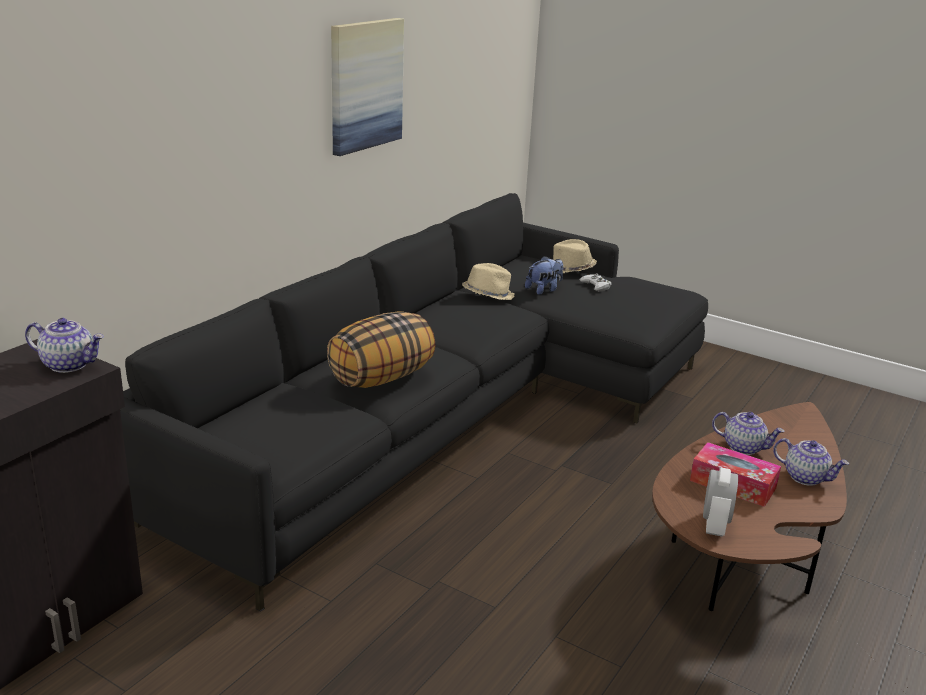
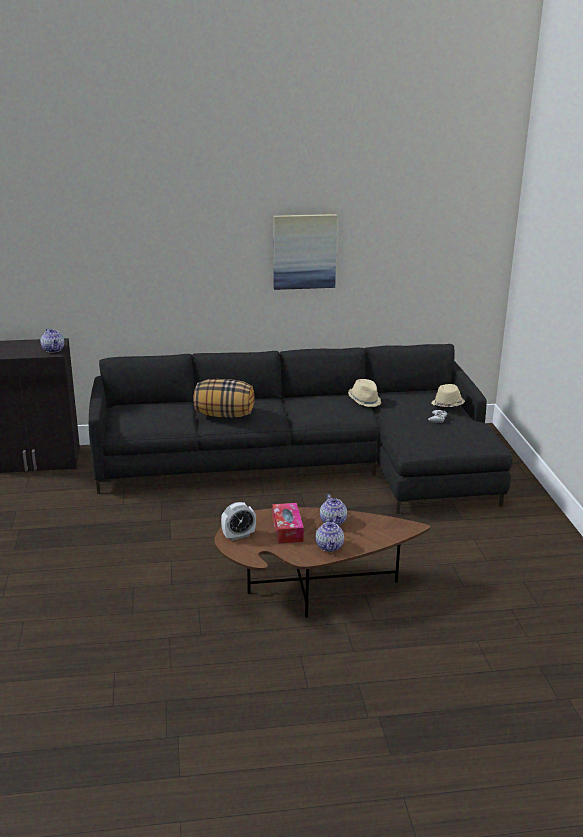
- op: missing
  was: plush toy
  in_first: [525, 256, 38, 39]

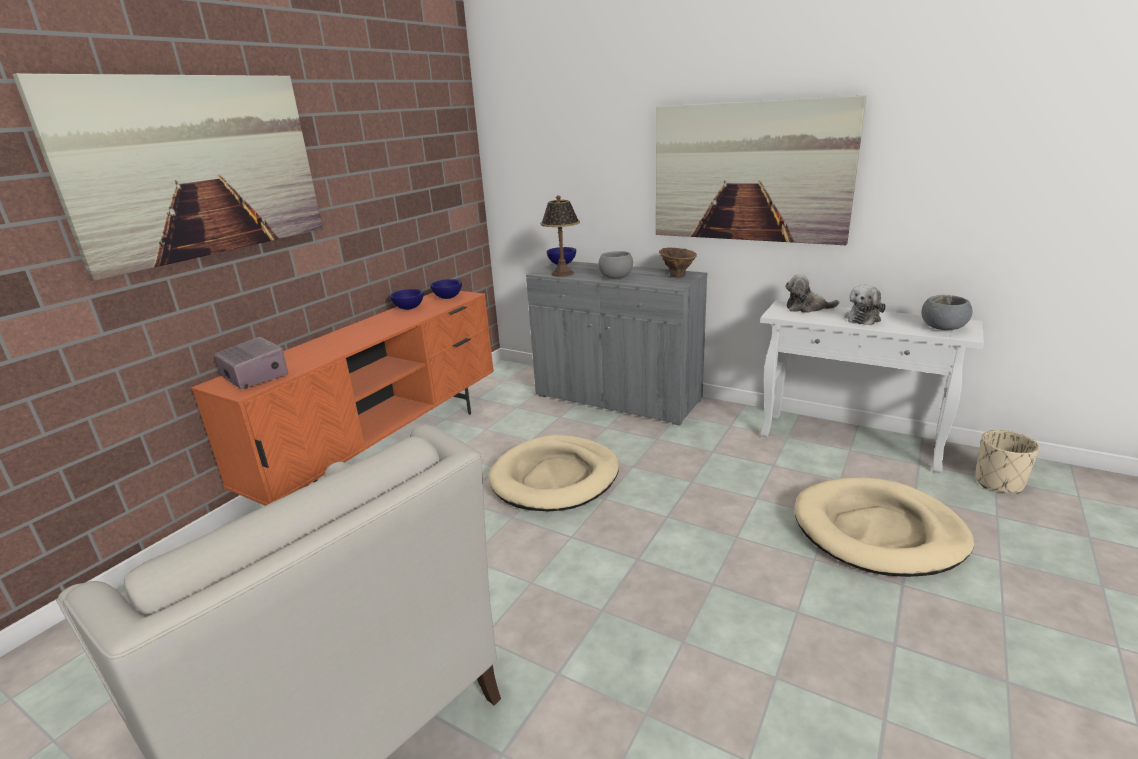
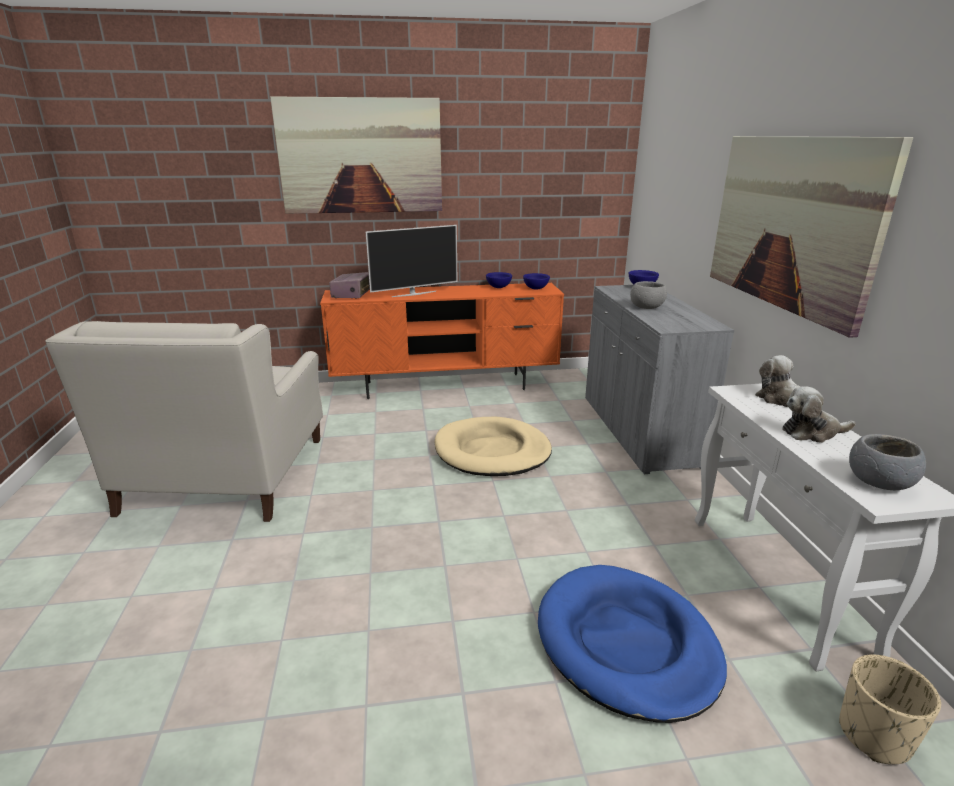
- op: missing
  was: table lamp
  in_first: [540, 195, 40, 82]
- op: missing
  was: vase/brown
  in_first: [659, 248, 38, 29]
- op: colour
  was: dog bed/beige
  now: dog bed/blue
  in_first: [795, 477, 179, 100]
  in_second: [538, 565, 189, 158]
- op: appeared
  now: television
  in_second: [365, 225, 93, 72]

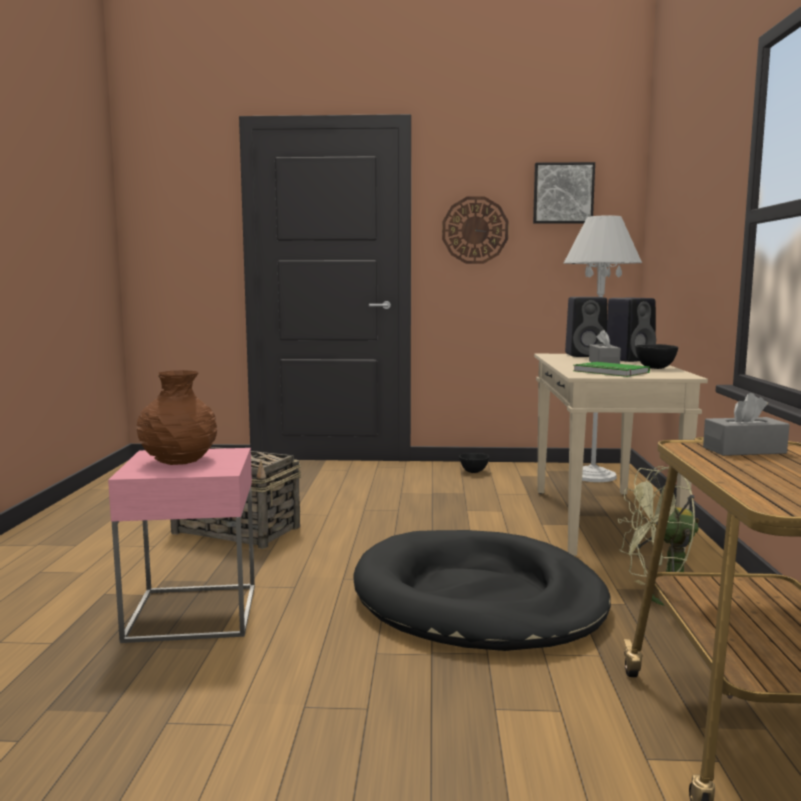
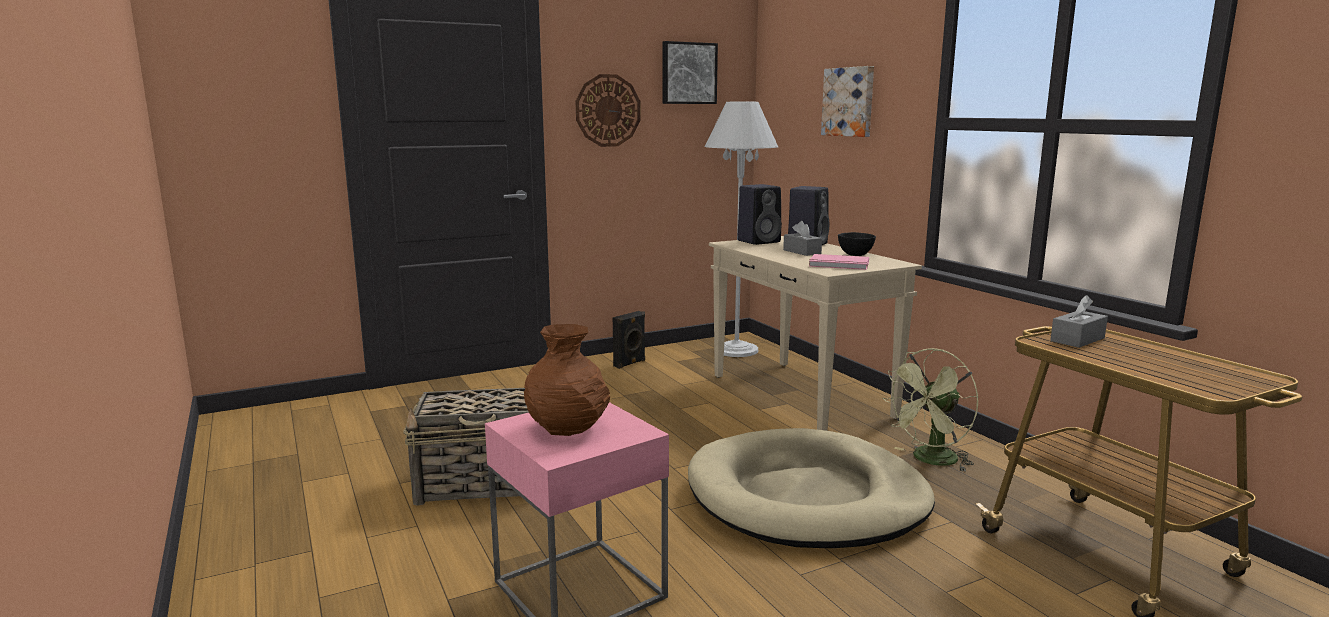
- op: colour
  was: book/green
  now: book/pink
  in_first: [573, 362, 77, 15]
  in_second: [809, 254, 60, 16]
- op: exchanged
  was: bowl/black
  now: speaker/black
  in_first: [459, 453, 30, 20]
  in_second: [613, 311, 32, 58]
- op: colour
  was: dog bed/black
  now: dog bed/beige
  in_first: [353, 530, 258, 121]
  in_second: [688, 428, 247, 120]
- op: appeared
  now: picture
  in_second: [821, 66, 53, 71]

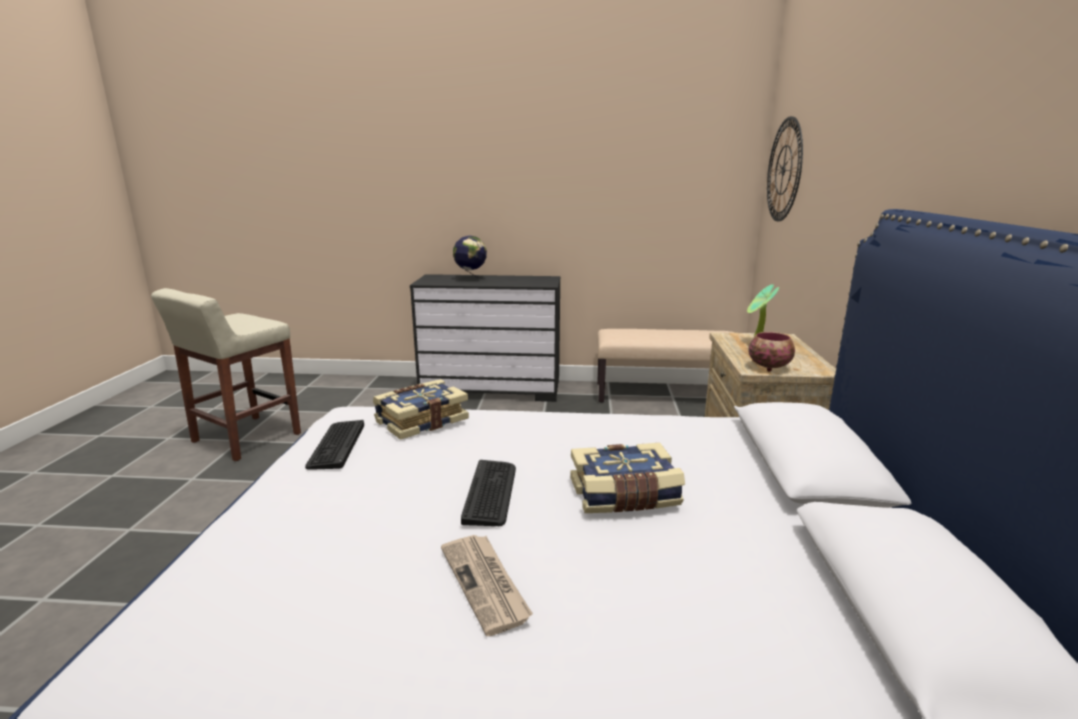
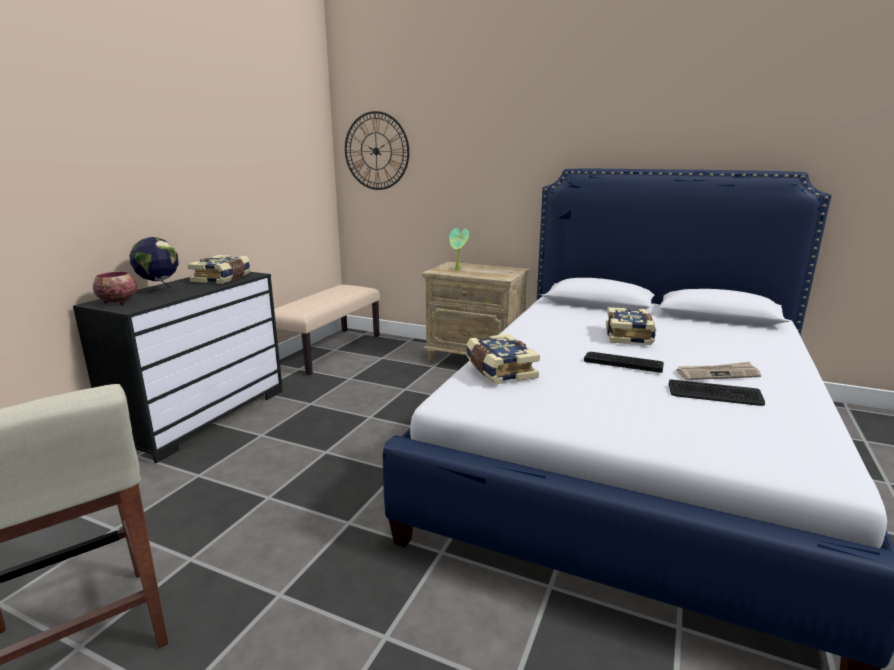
- op: relocated
  was: bowl
  in_first: [748, 332, 47, 40]
  in_second: [93, 271, 44, 34]
- op: relocated
  was: keyboard
  in_first: [305, 420, 59, 50]
  in_second: [669, 380, 96, 26]
- op: appeared
  now: book
  in_second: [188, 255, 63, 29]

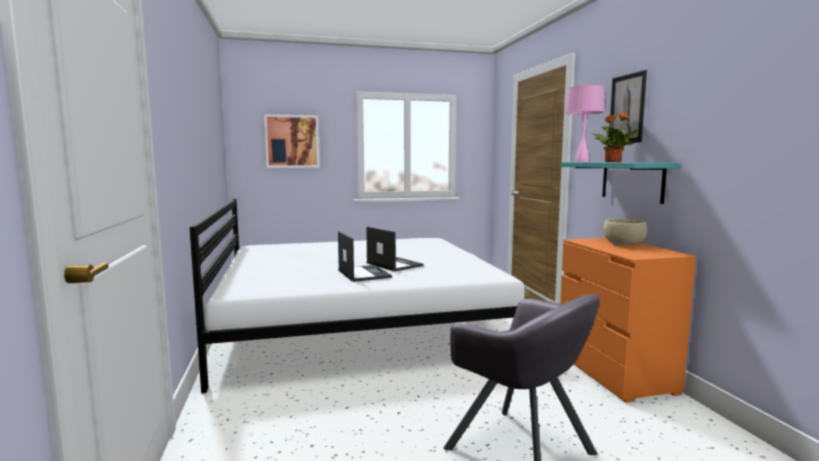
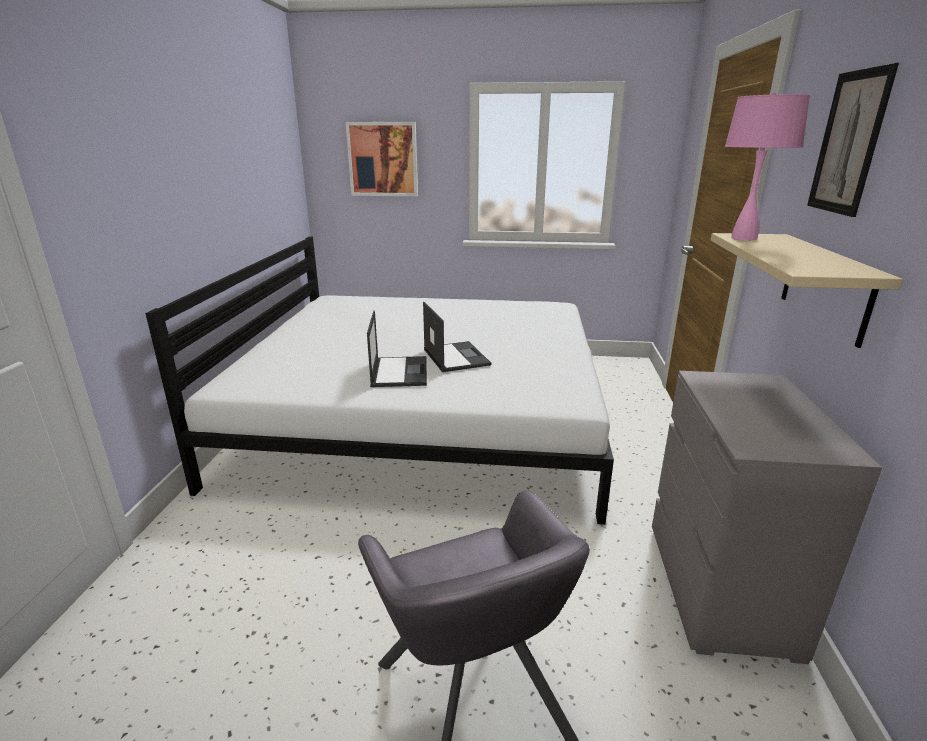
- op: missing
  was: potted plant
  in_first: [592, 112, 46, 50]
- op: colour
  was: shelf/turquoise
  now: shelf/beige
  in_first: [561, 162, 118, 42]
  in_second: [711, 233, 192, 115]
- op: missing
  was: bowl/beige
  in_first: [603, 218, 44, 28]
- op: colour
  was: dresser/orange
  now: dresser/grey
  in_first: [560, 238, 136, 165]
  in_second: [652, 371, 230, 293]

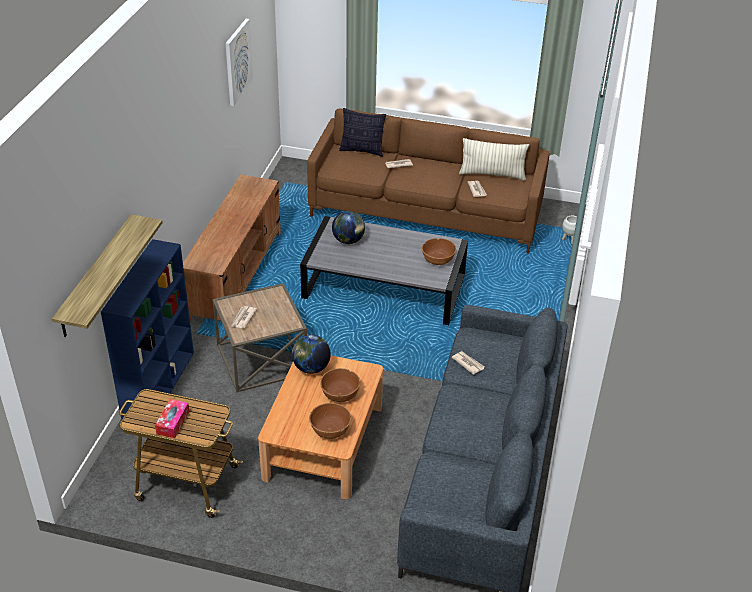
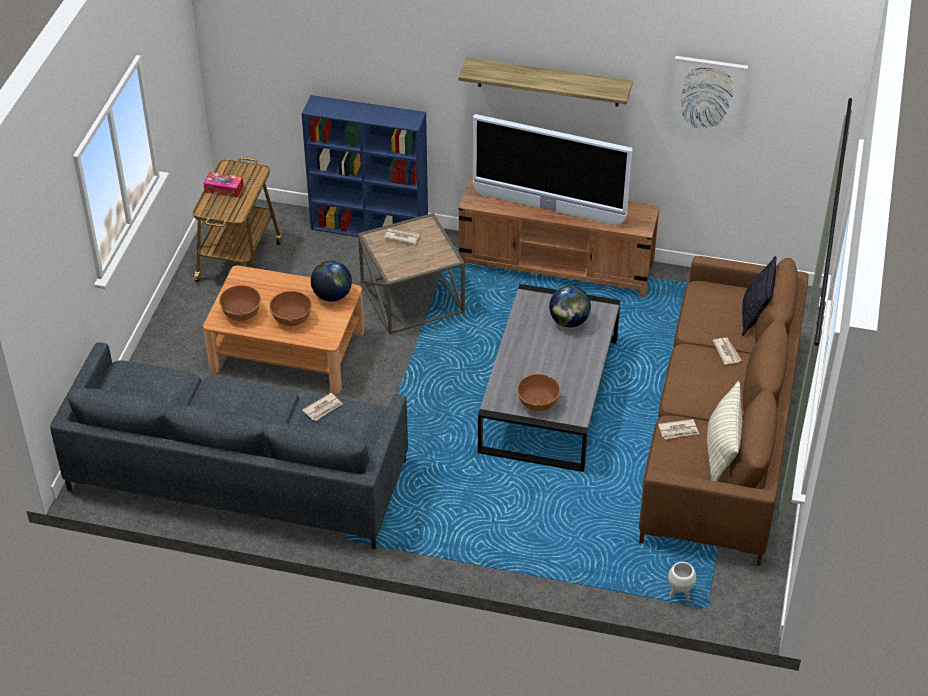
- op: relocated
  was: shelf
  in_first: [52, 214, 111, 123]
  in_second: [459, 58, 174, 49]
- op: appeared
  now: television
  in_second: [473, 114, 159, 111]

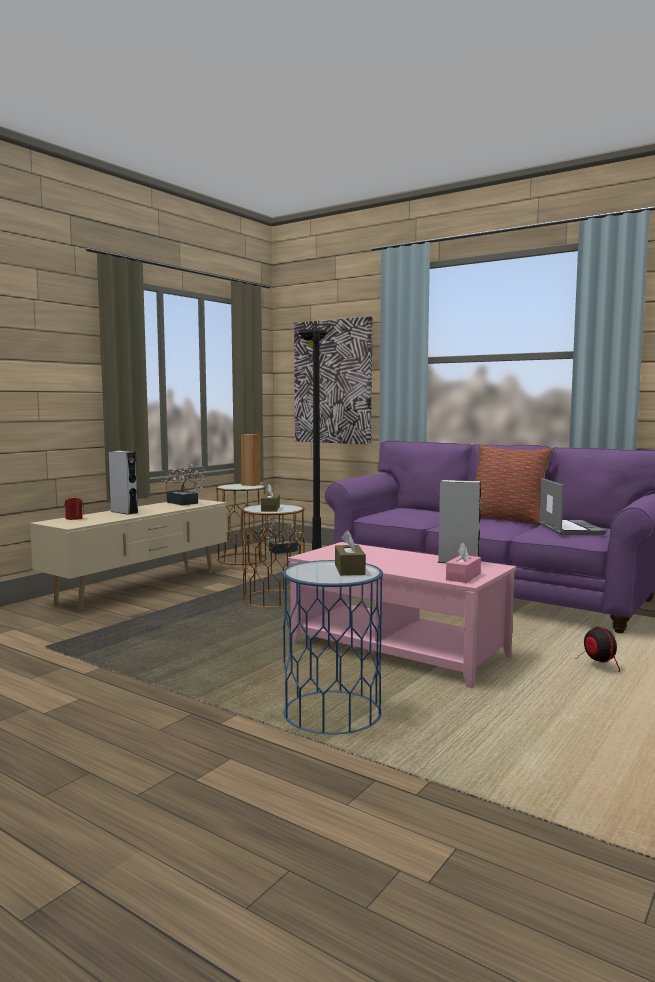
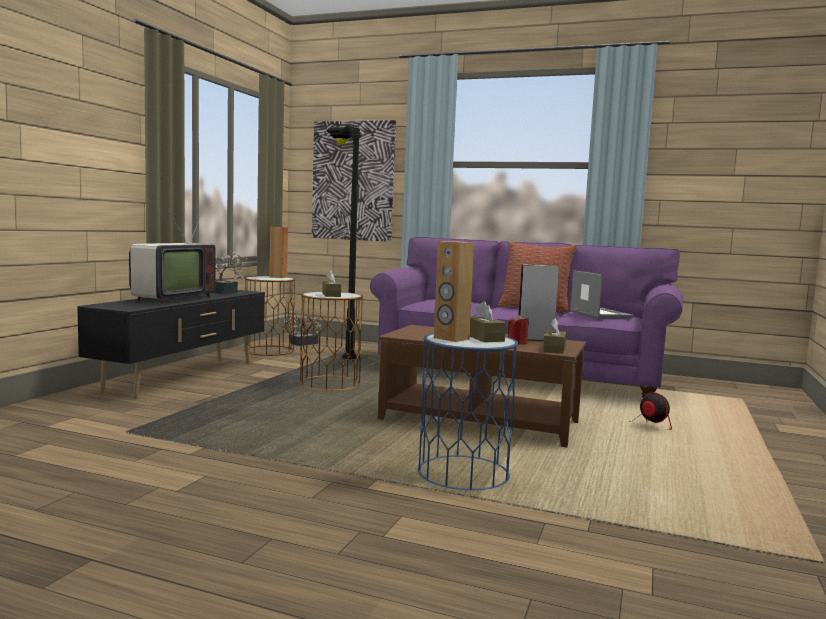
- op: exchanged
  was: speaker/grey
  now: television
  in_first: [109, 451, 29, 64]
  in_second: [129, 205, 87, 98]
- op: relocated
  was: candle/red
  in_first: [65, 495, 18, 25]
  in_second: [508, 315, 21, 30]
- op: colour
  was: tv stand/beige
  now: tv stand/black
  in_first: [30, 499, 197, 112]
  in_second: [77, 290, 188, 108]
- op: colour
  was: coffee table/pink
  now: coffee table/brown
  in_first: [288, 542, 228, 146]
  in_second: [378, 325, 208, 123]
- op: colour
  was: tissue box/pink
  now: tissue box/brown
  in_first: [446, 543, 35, 40]
  in_second: [543, 318, 24, 35]
- op: appeared
  now: speaker/brown
  in_second: [434, 241, 40, 101]

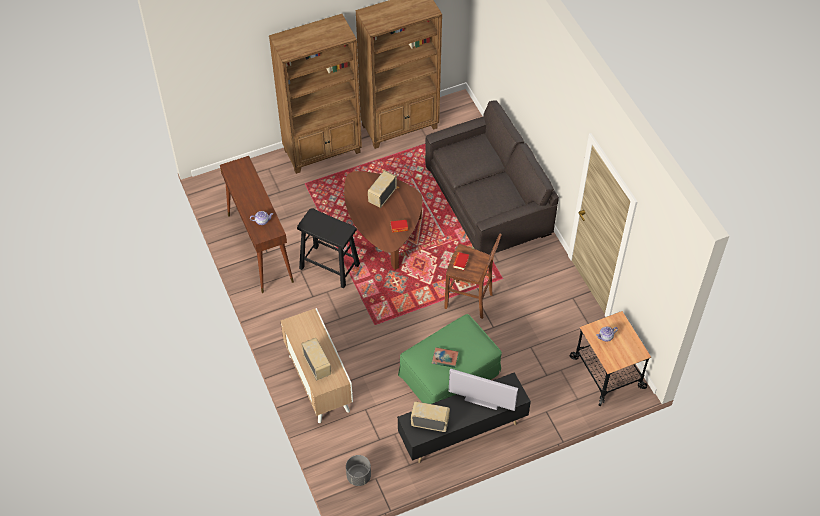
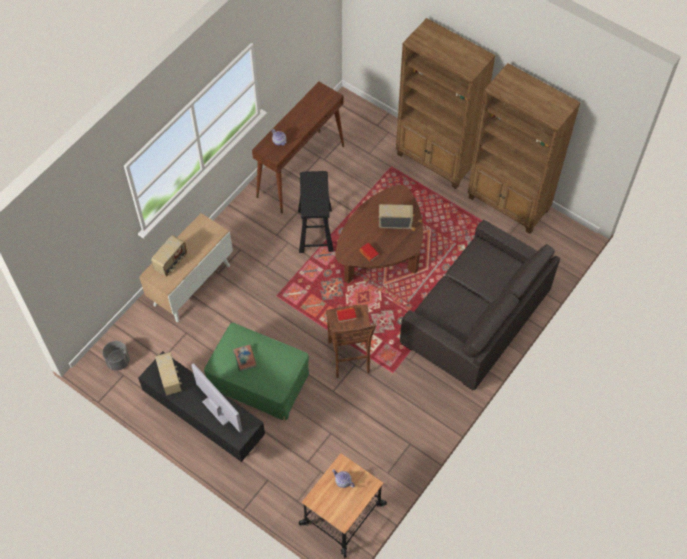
- op: spun
  was: television
  in_first: [449, 369, 69, 42]
  in_second: [191, 363, 51, 69]
  clockwise: 150

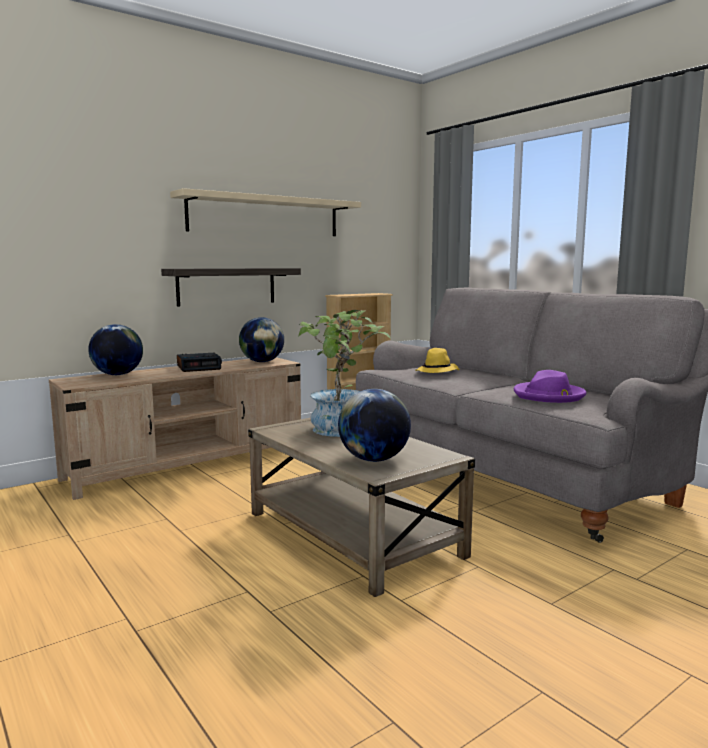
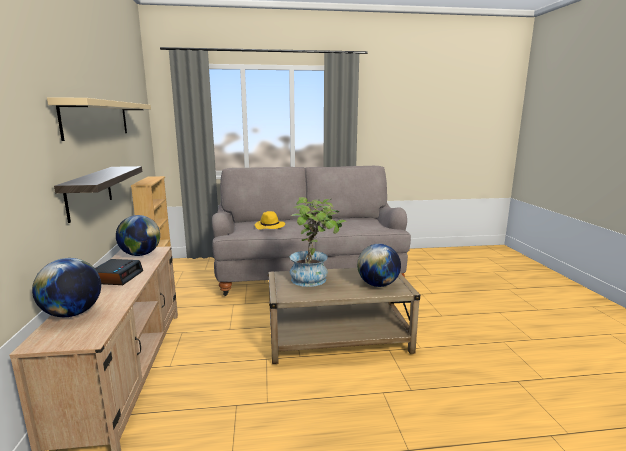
- op: missing
  was: hat/purple
  in_first: [514, 370, 72, 33]

